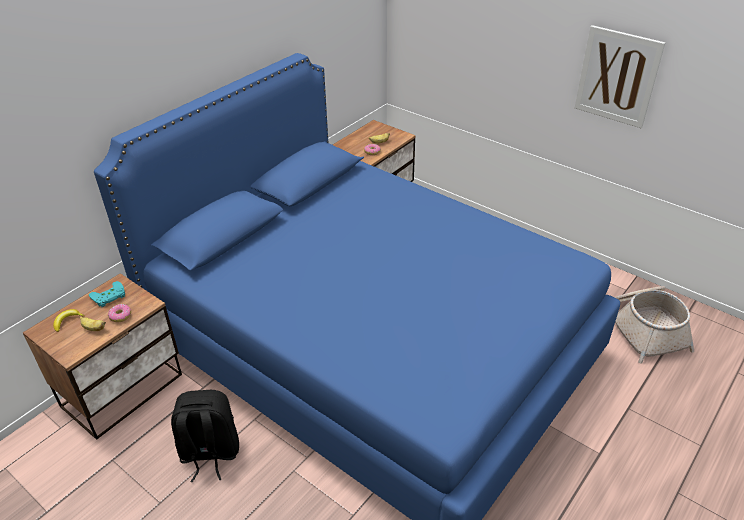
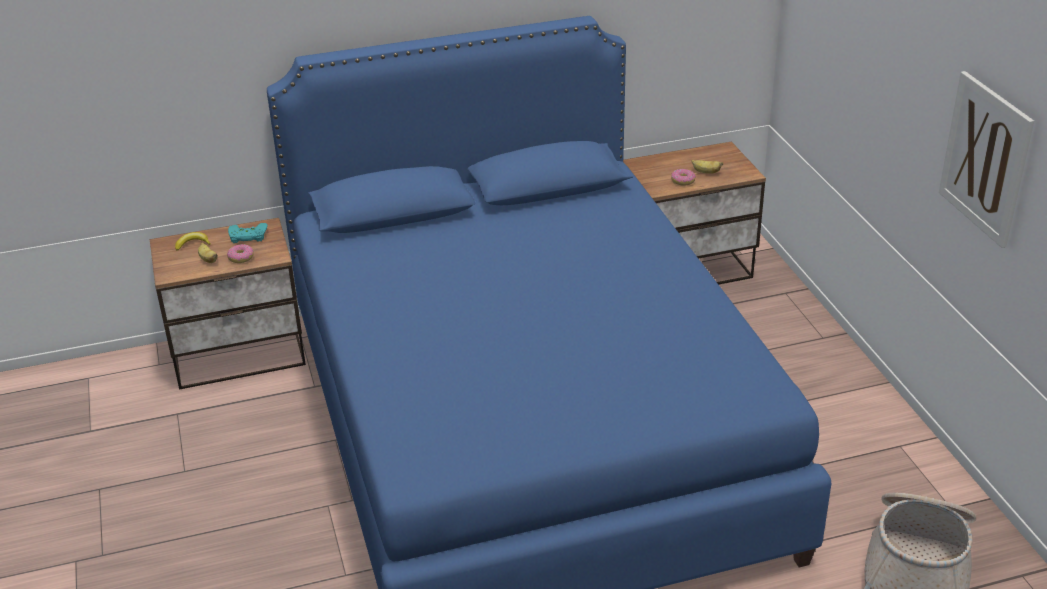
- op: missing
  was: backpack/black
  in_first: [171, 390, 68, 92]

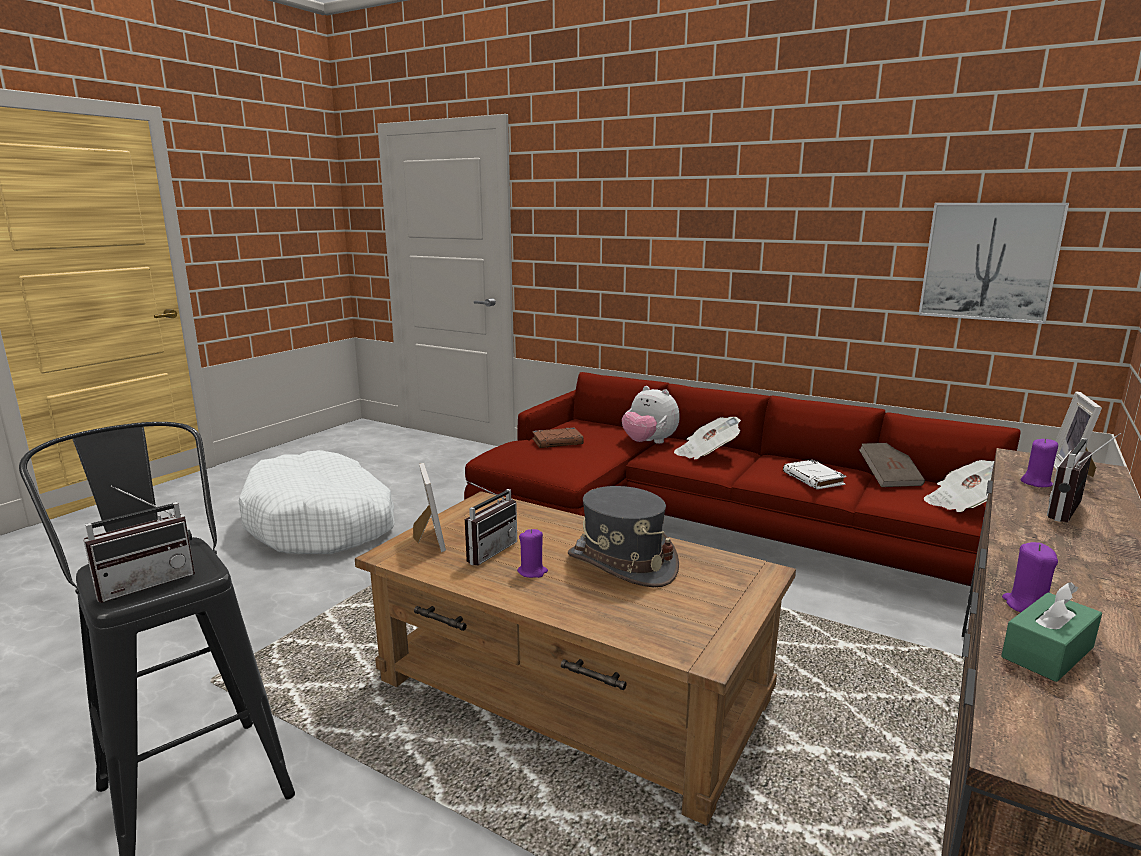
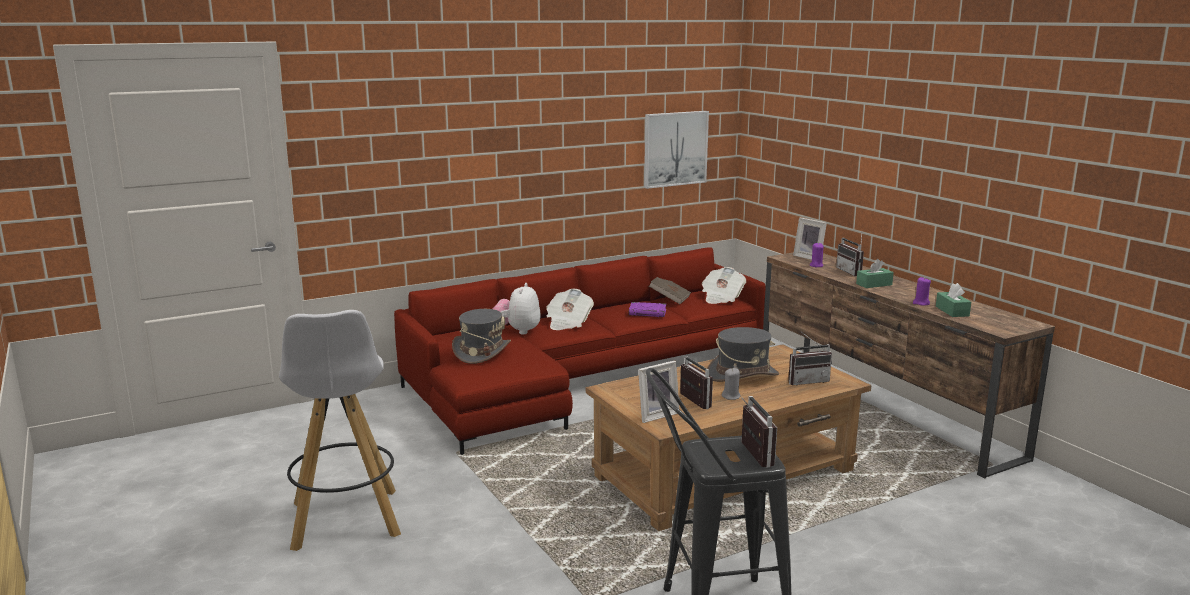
- op: spun
  was: plush toy
  in_first: [622, 386, 58, 58]
  in_second: [493, 283, 48, 52]
  clockwise: 120
- op: exchanged
  was: book/brown
  now: hat/grey
  in_first: [532, 428, 52, 20]
  in_second: [452, 309, 59, 55]
- op: exchanged
  was: dog bed/white
  now: stool/white
  in_first: [239, 450, 156, 104]
  in_second: [279, 310, 122, 241]
- op: colour
  was: book/white
  now: book/purple
  in_first: [783, 460, 63, 29]
  in_second: [629, 302, 37, 15]
- op: spun
  was: picture frame
  in_first: [413, 463, 33, 89]
  in_second: [638, 361, 41, 62]
  clockwise: 135
- op: colour
  was: candle/purple
  now: candle/grey
  in_first: [517, 529, 31, 49]
  in_second: [722, 368, 19, 32]
- op: appeared
  now: tissue box/green
  in_second: [856, 259, 38, 29]
- op: appeared
  now: radio
  in_second: [788, 333, 44, 52]

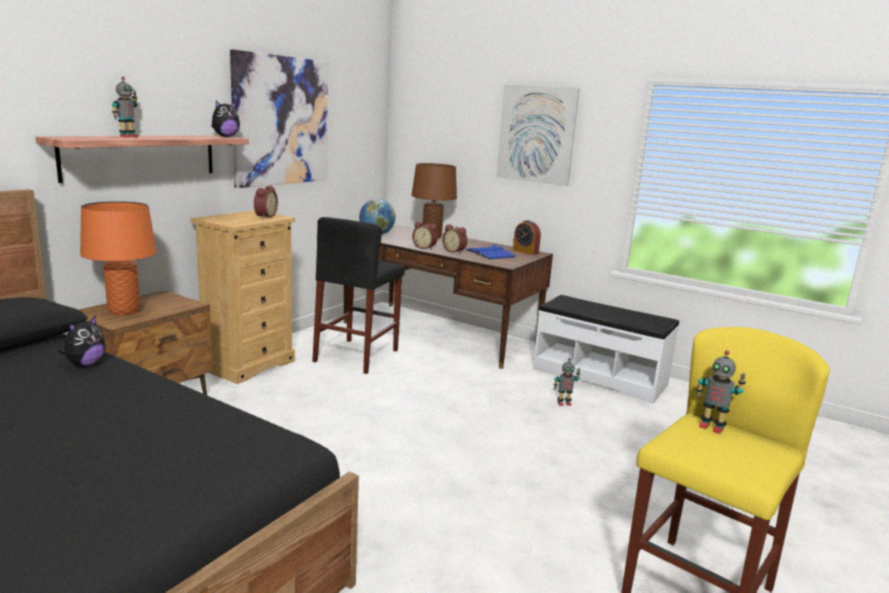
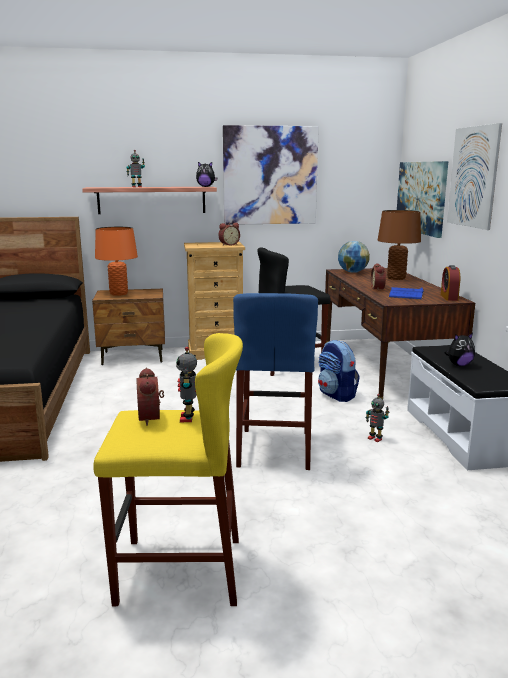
- op: relocated
  was: alarm clock
  in_first: [412, 221, 26, 29]
  in_second: [136, 368, 28, 58]
- op: relocated
  was: plush toy
  in_first: [59, 316, 46, 51]
  in_second: [445, 333, 30, 33]
- op: appeared
  now: picture
  in_second: [397, 161, 51, 77]
- op: appeared
  now: stool/blue
  in_second: [233, 293, 85, 177]
- op: appeared
  now: backpack
  in_second: [318, 340, 42, 62]

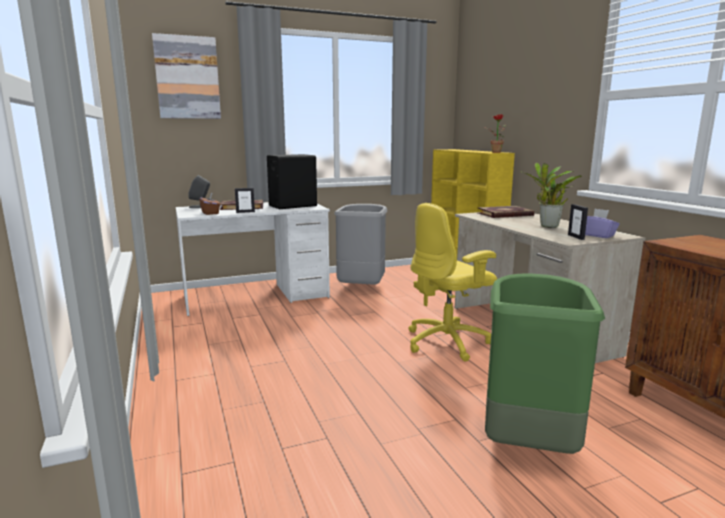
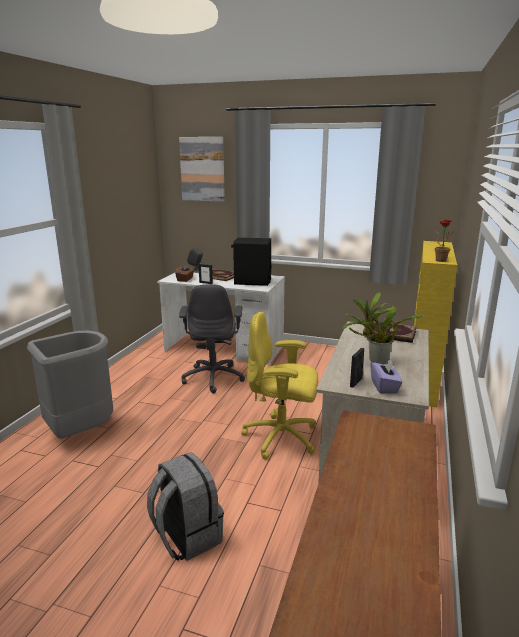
- op: relocated
  was: trash can/grey
  in_first: [334, 204, 53, 81]
  in_second: [27, 331, 86, 108]
- op: exchanged
  was: trash can/green
  now: backpack/grey
  in_first: [485, 273, 120, 181]
  in_second: [147, 452, 77, 109]
- op: appeared
  now: office chair/grey
  in_second: [179, 284, 66, 109]

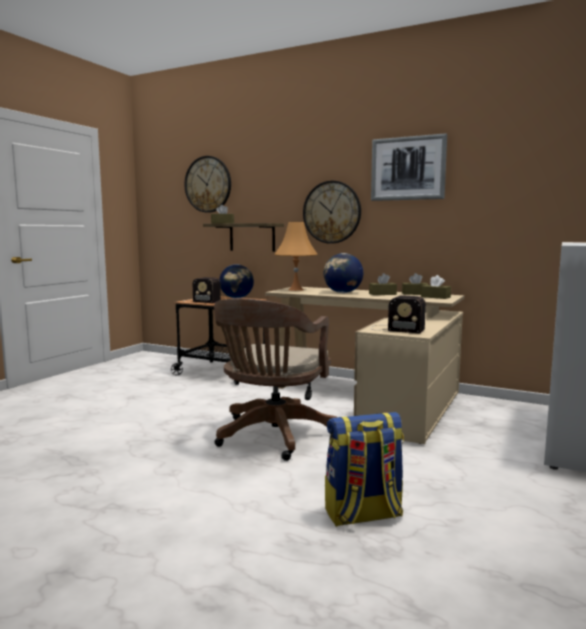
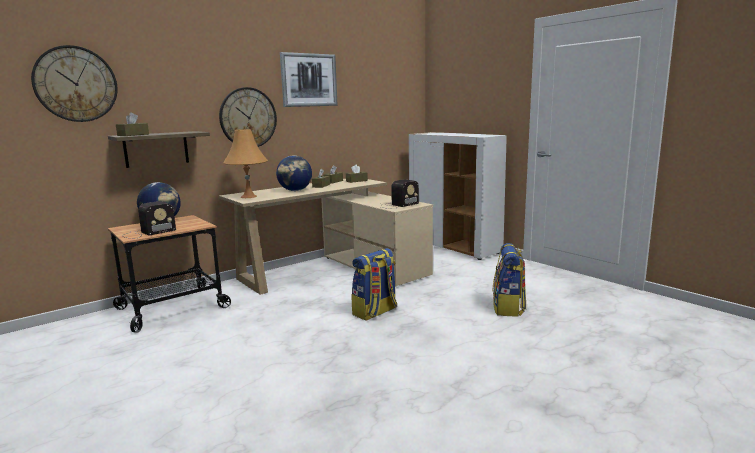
- op: exchanged
  was: office chair/brown
  now: backpack
  in_first: [214, 298, 124, 163]
  in_second: [352, 248, 45, 73]

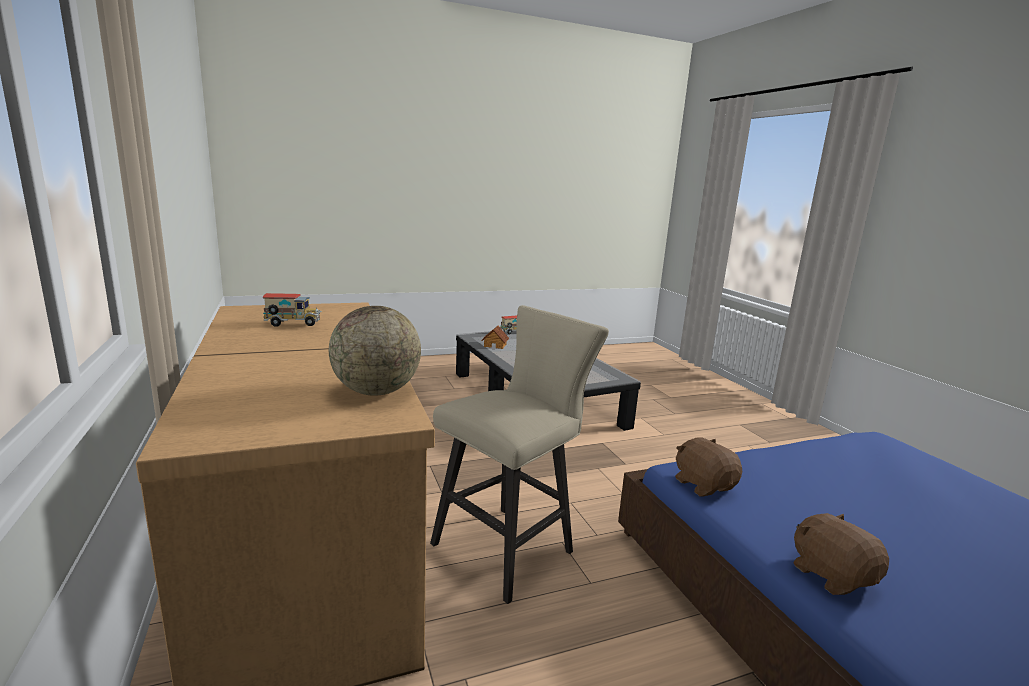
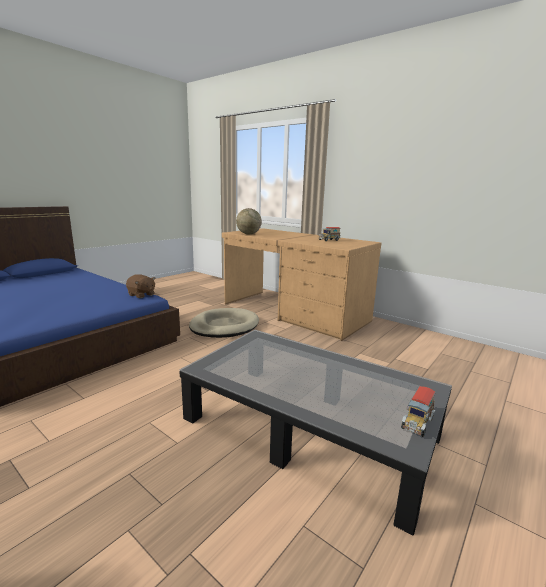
- op: exchanged
  was: stool/beige
  now: dog bed/beige
  in_first: [430, 305, 179, 299]
  in_second: [189, 308, 70, 30]
- op: missing
  was: toy house
  in_first: [481, 325, 28, 24]
- op: missing
  was: plush toy/brown
  in_first: [794, 513, 95, 82]

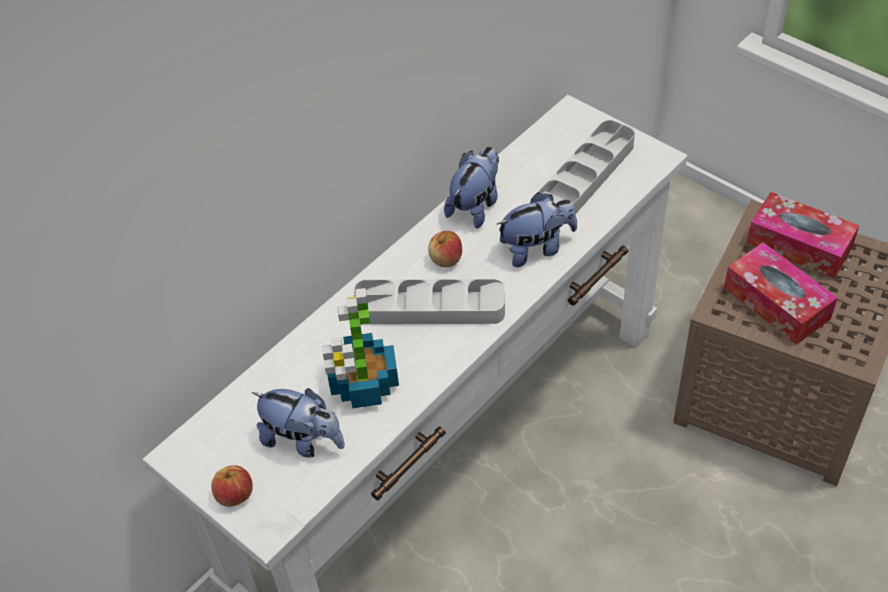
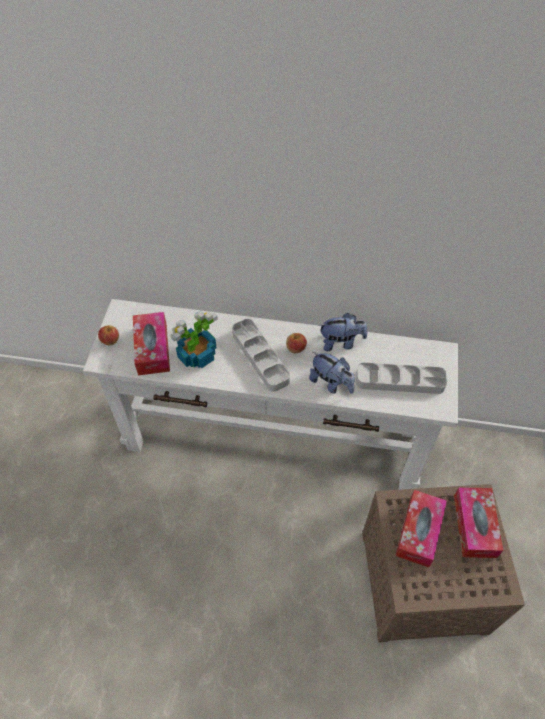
- op: exchanged
  was: plush toy
  now: tissue box
  in_first: [252, 388, 93, 70]
  in_second: [133, 312, 37, 63]

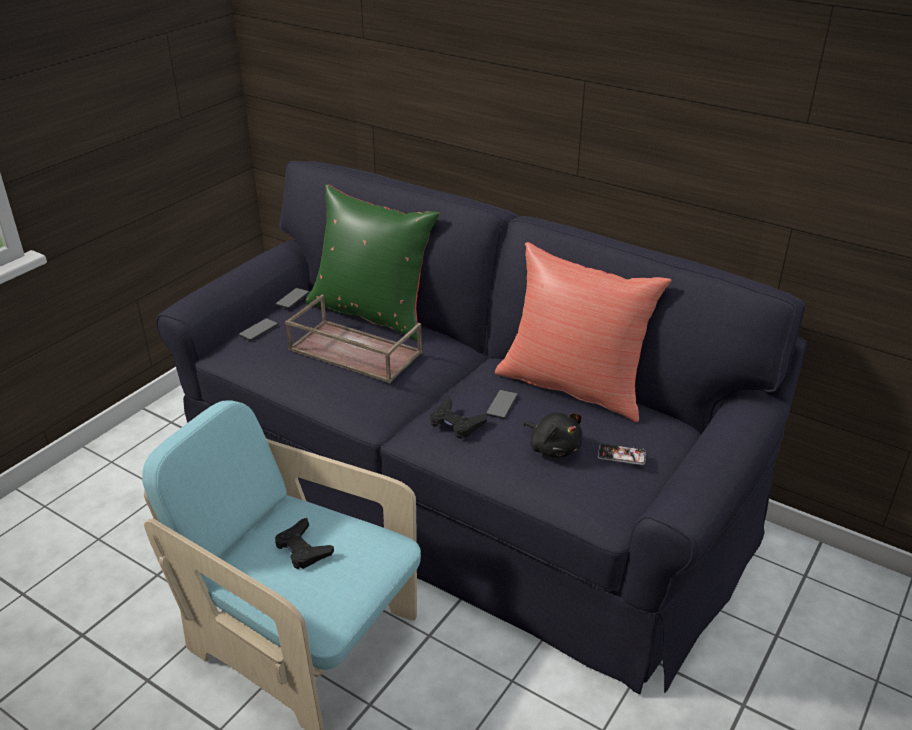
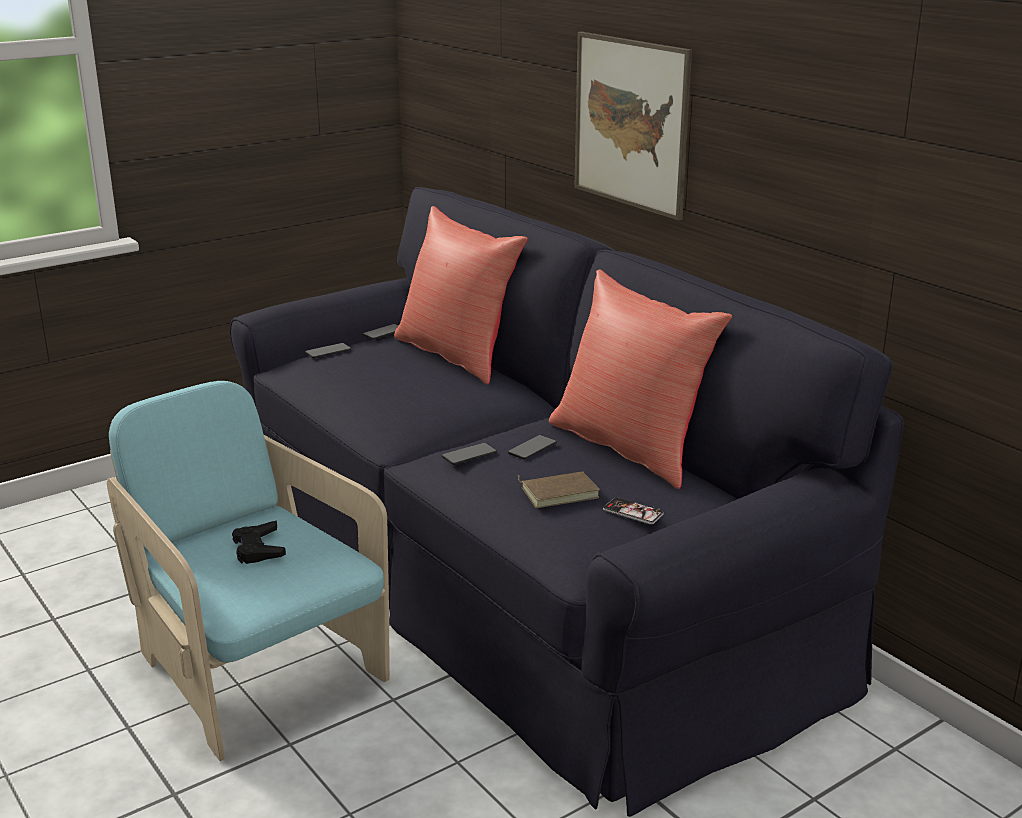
- op: colour
  was: pillow/green
  now: pillow/red
  in_first: [306, 184, 134, 157]
  in_second: [394, 206, 134, 179]
- op: missing
  was: tray/brown
  in_first: [285, 295, 137, 88]
- op: exchanged
  was: game controller/black
  now: phone
  in_first: [430, 397, 57, 42]
  in_second: [442, 443, 55, 22]
- op: exchanged
  was: plush toy/black
  now: book/brown
  in_first: [523, 412, 60, 46]
  in_second: [517, 471, 83, 37]
- op: appeared
  now: picture
  in_second: [574, 32, 118, 189]

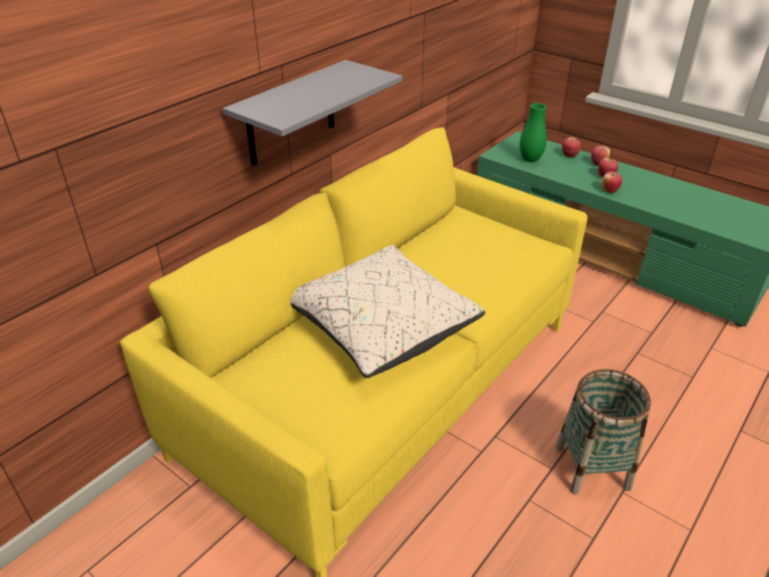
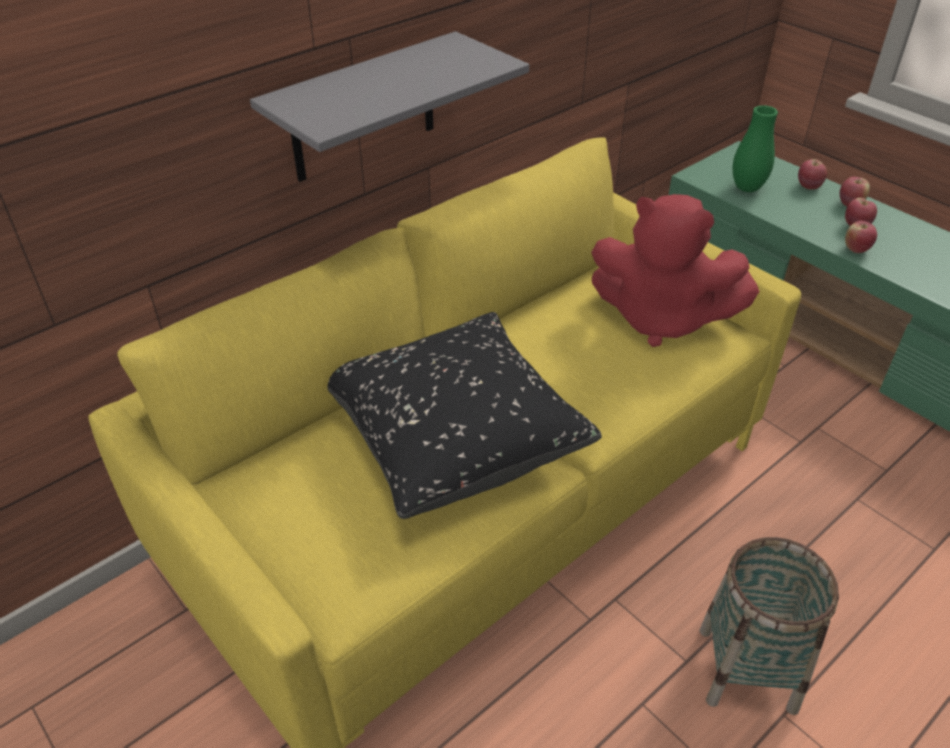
- op: colour
  was: pillow/beige
  now: pillow/black
  in_first: [291, 245, 194, 133]
  in_second: [328, 312, 274, 207]
- op: appeared
  now: plush toy/red
  in_second: [591, 194, 168, 153]

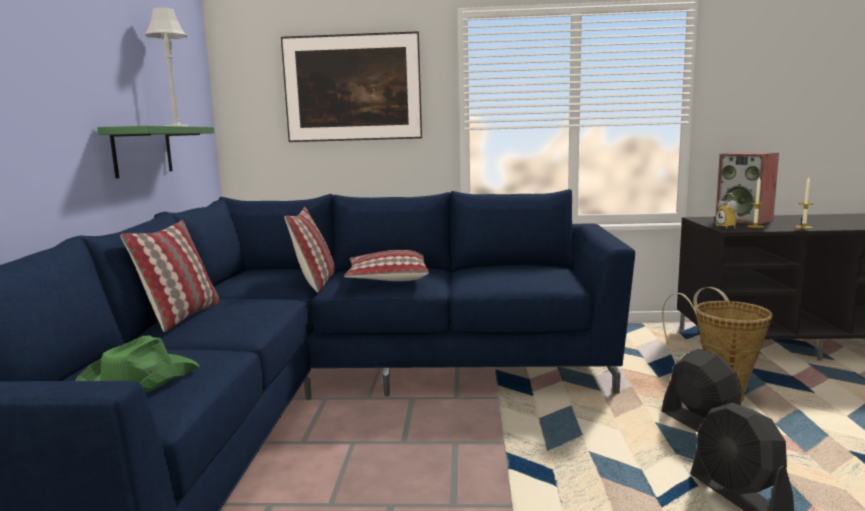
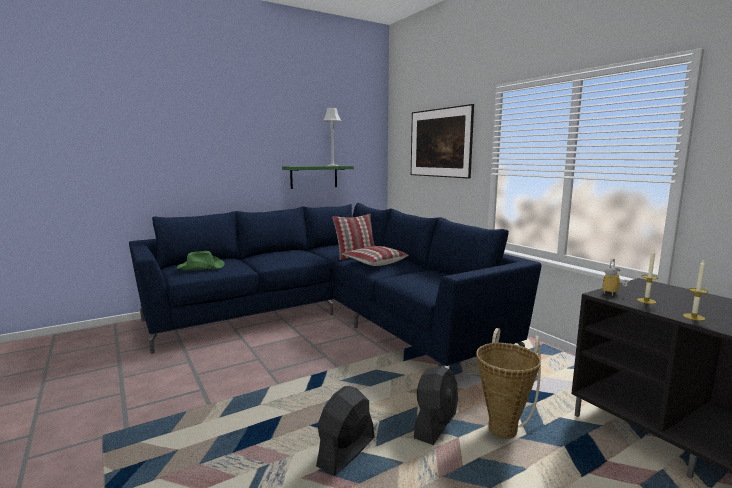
- op: missing
  was: speaker
  in_first: [716, 152, 63, 73]
- op: missing
  was: pillow
  in_first: [121, 220, 99, 112]

